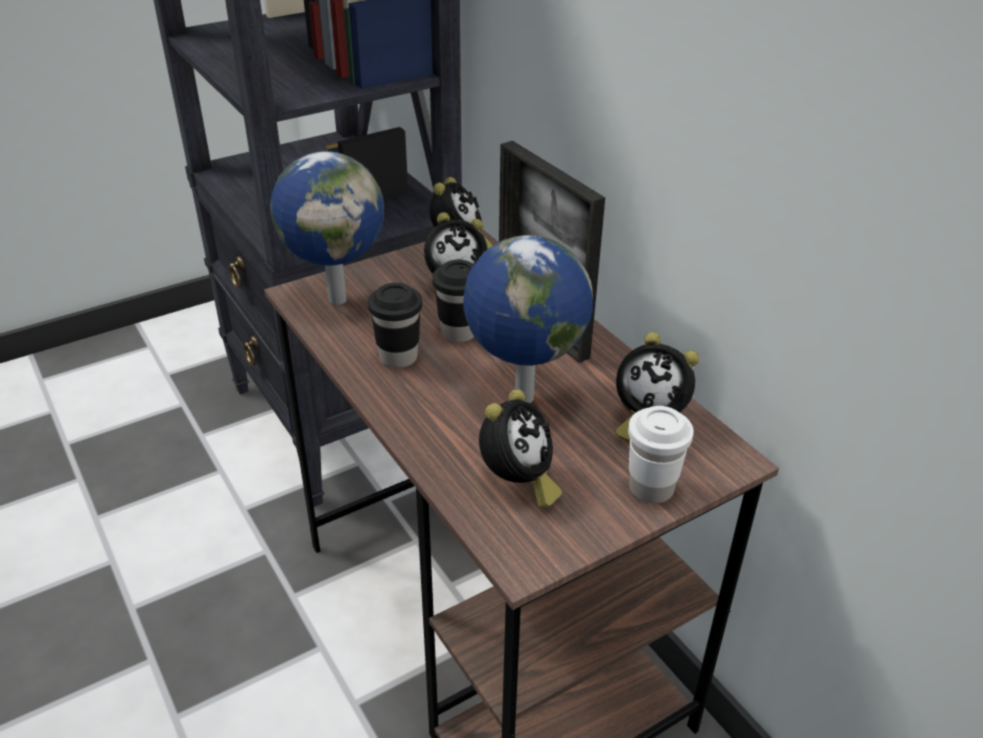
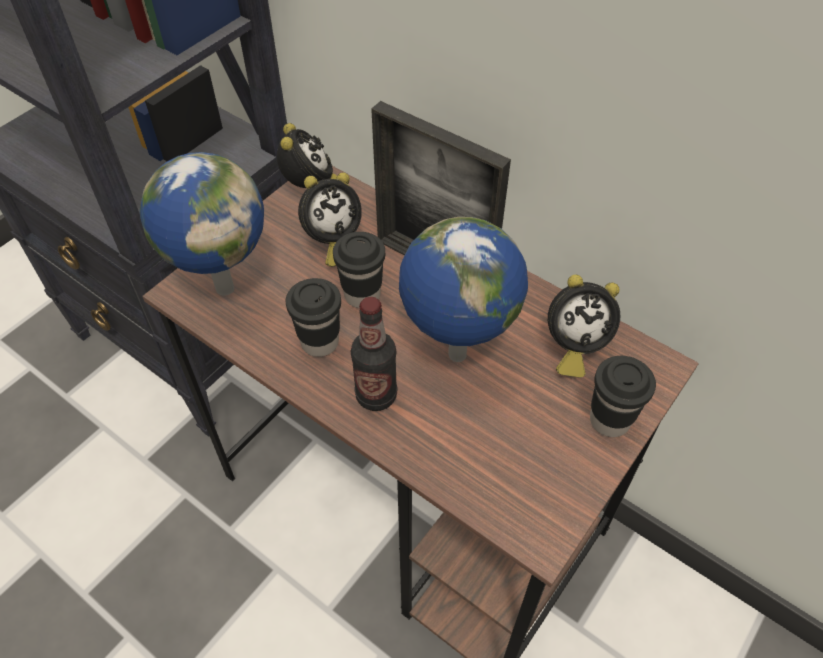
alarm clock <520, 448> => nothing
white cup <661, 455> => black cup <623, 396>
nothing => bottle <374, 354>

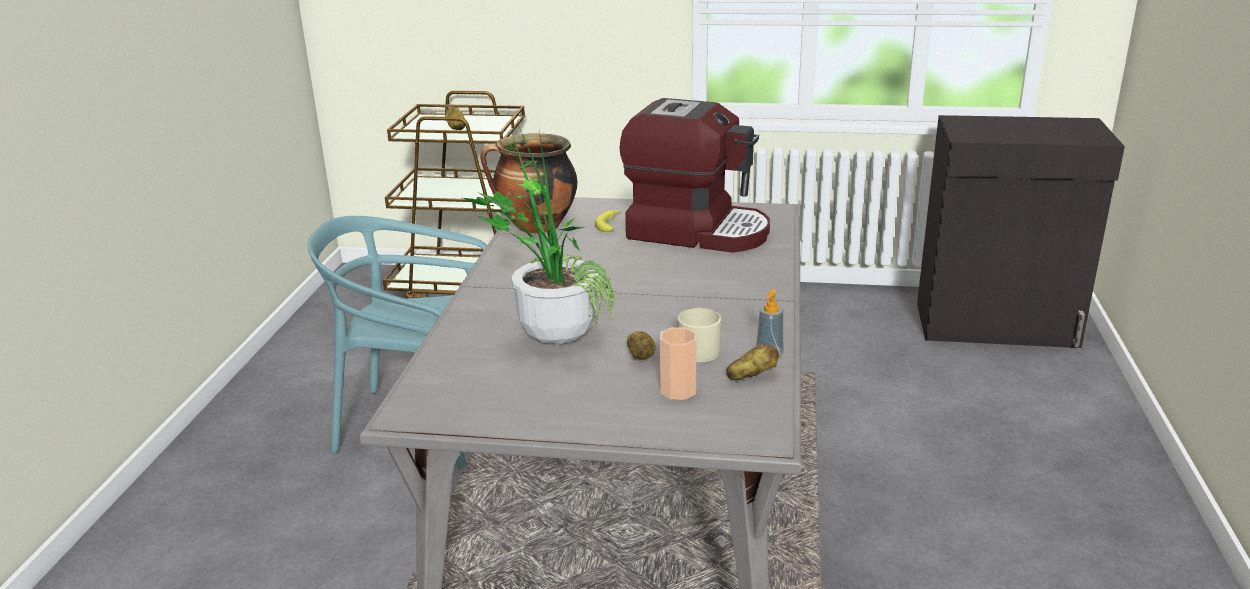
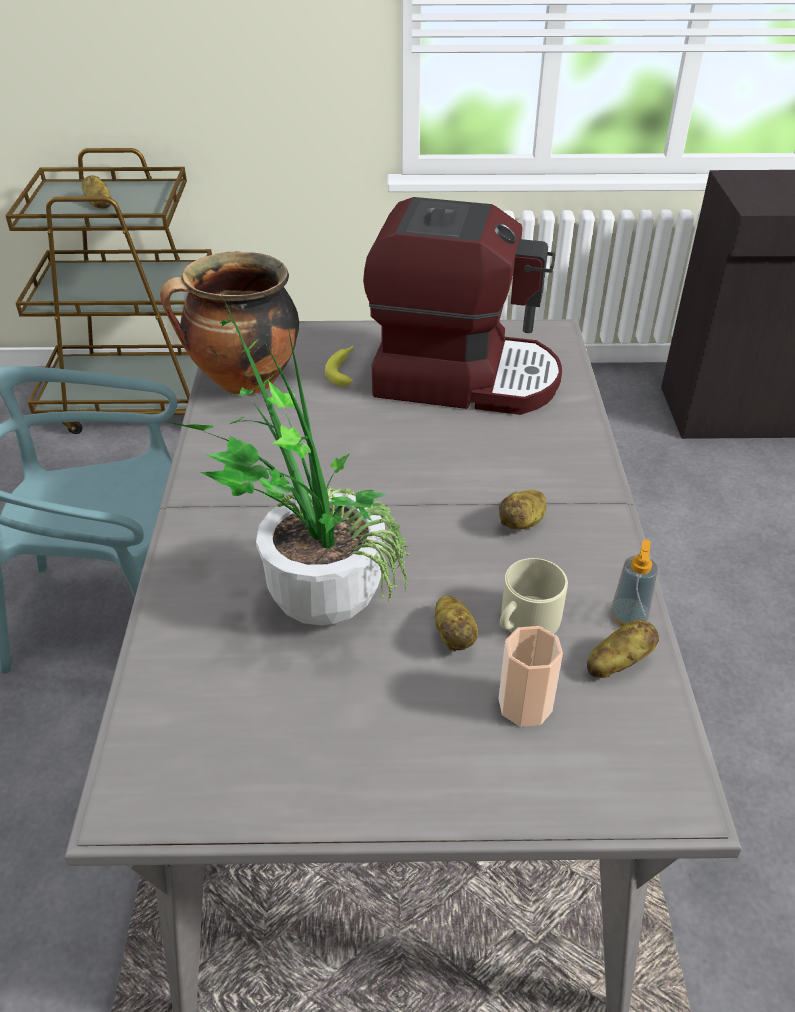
nothing => potato <522, 509>

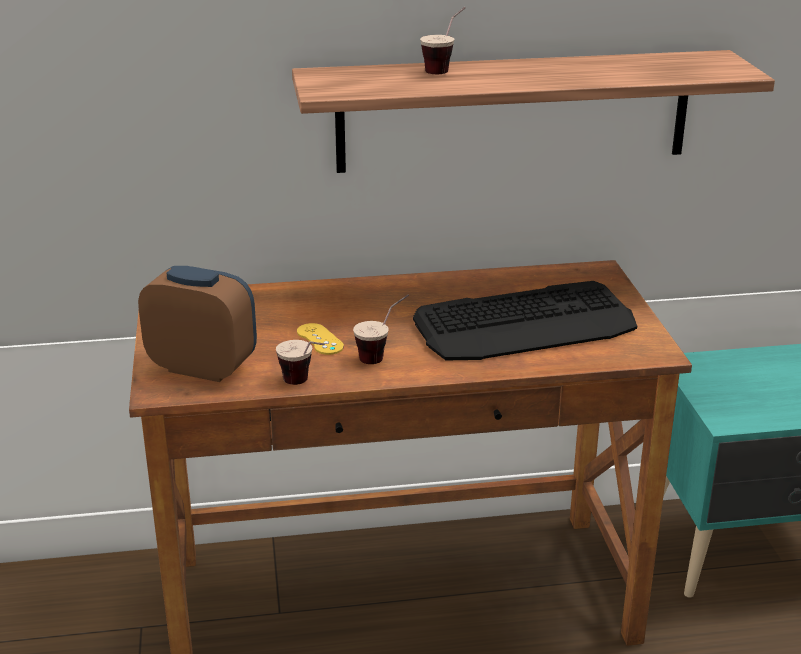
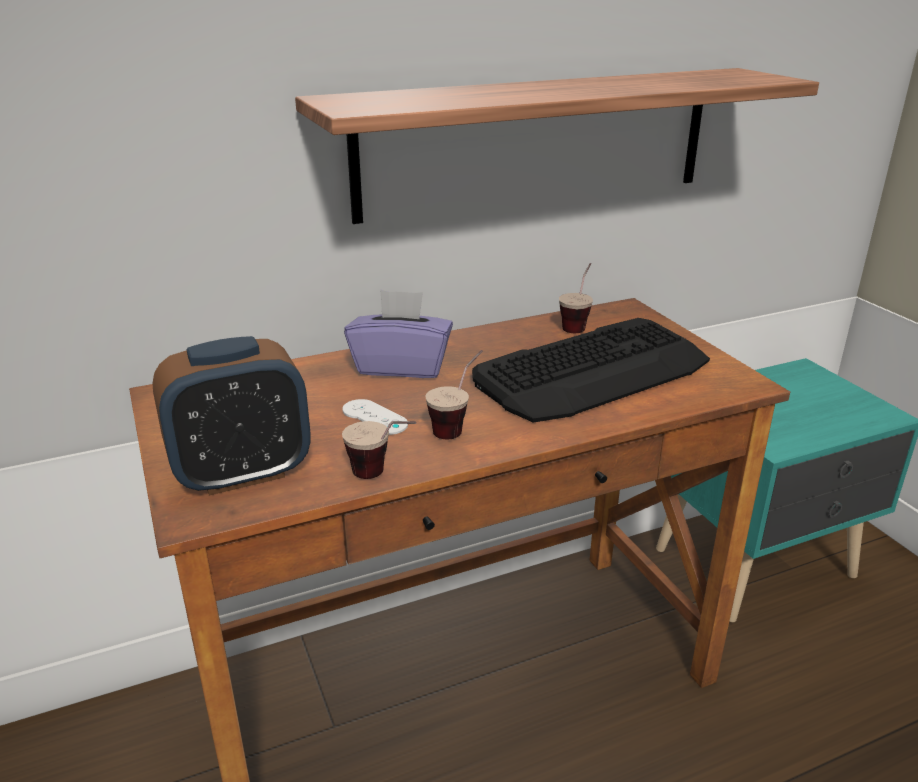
alarm clock <197, 324> => alarm clock <231, 416>, 150 degrees clockwise
yellow game controller <320, 339> => white game controller <375, 417>
cup <443, 40> => cup <576, 298>, move
nothing => purple tissue box <398, 334>

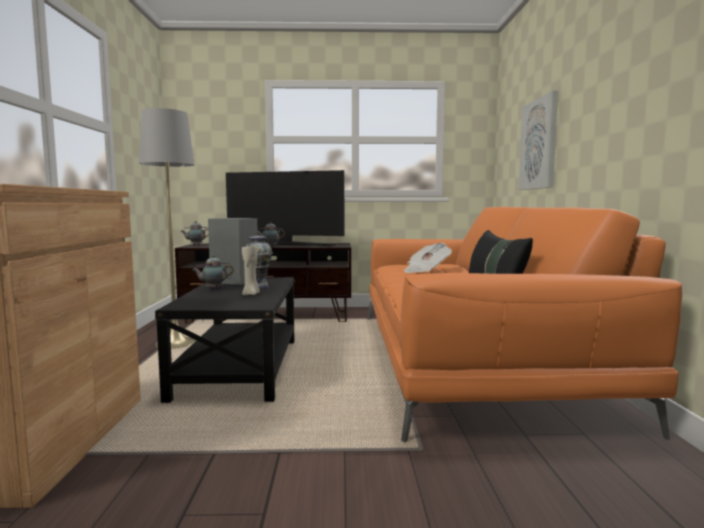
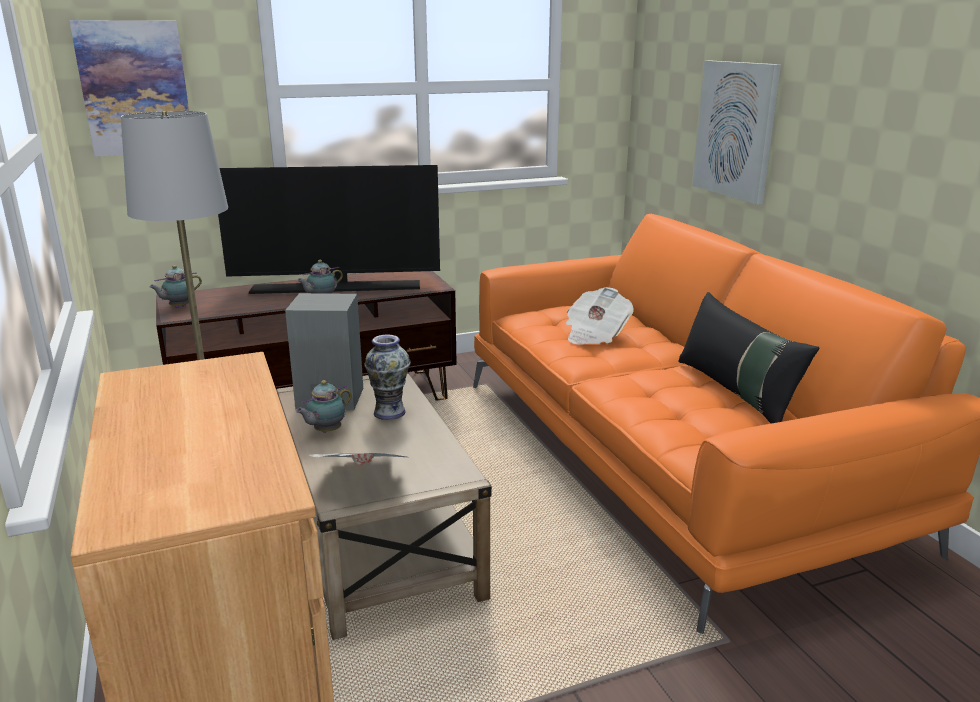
black coffee table <225, 340> => beige coffee table <384, 506>
beige candle <251, 270> => nothing
nothing => picture <129, 88>
nothing => newspaper <357, 459>

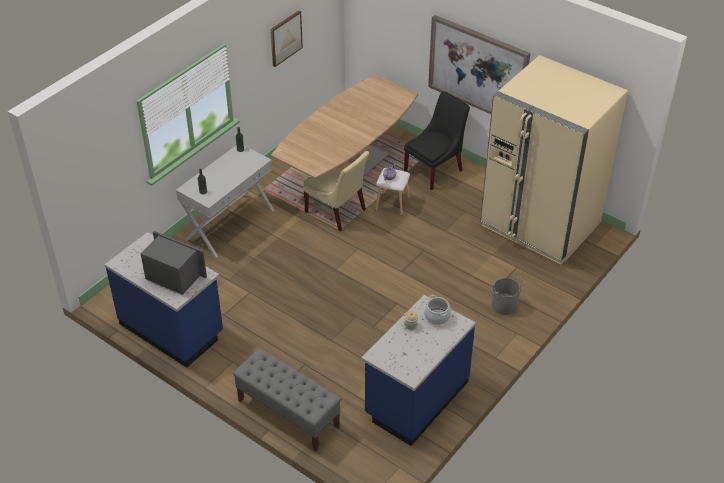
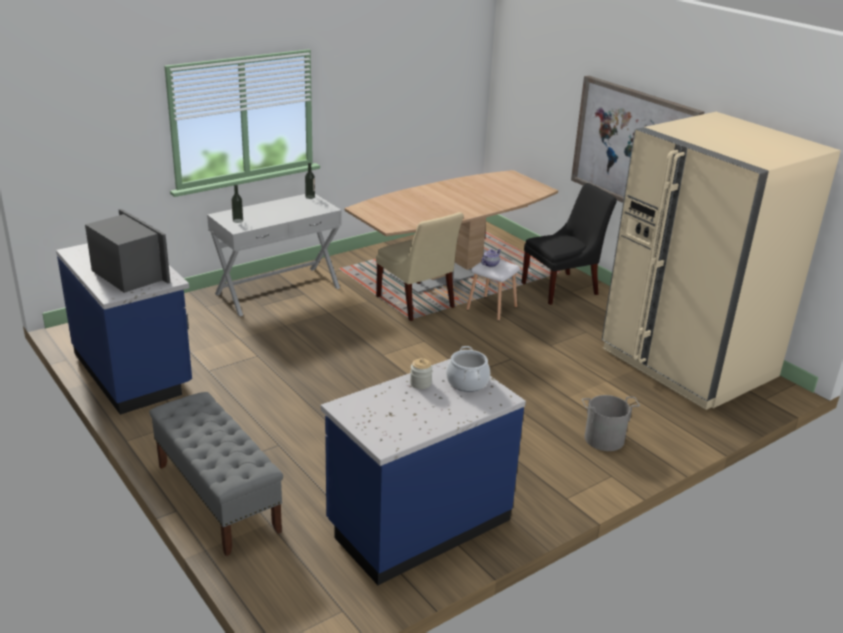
picture <286, 39> => nothing

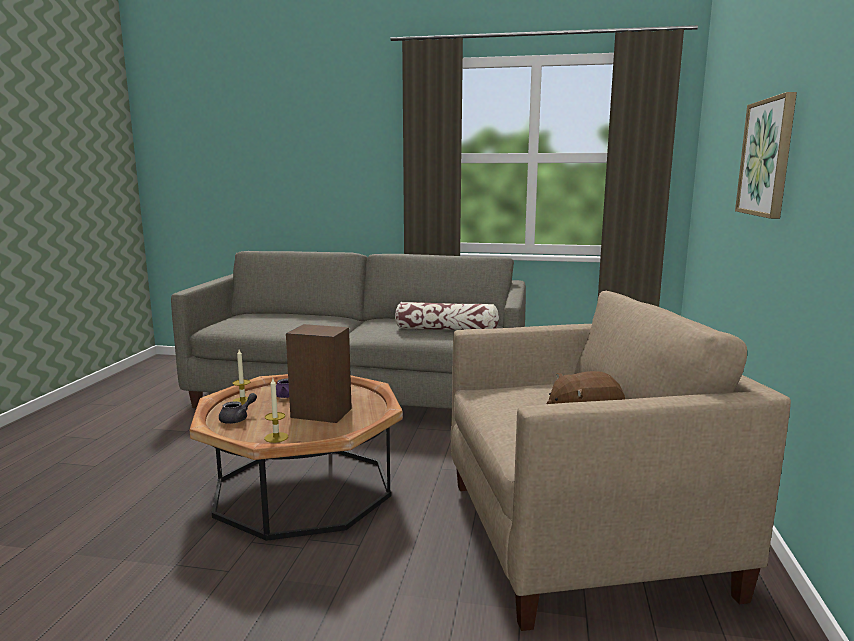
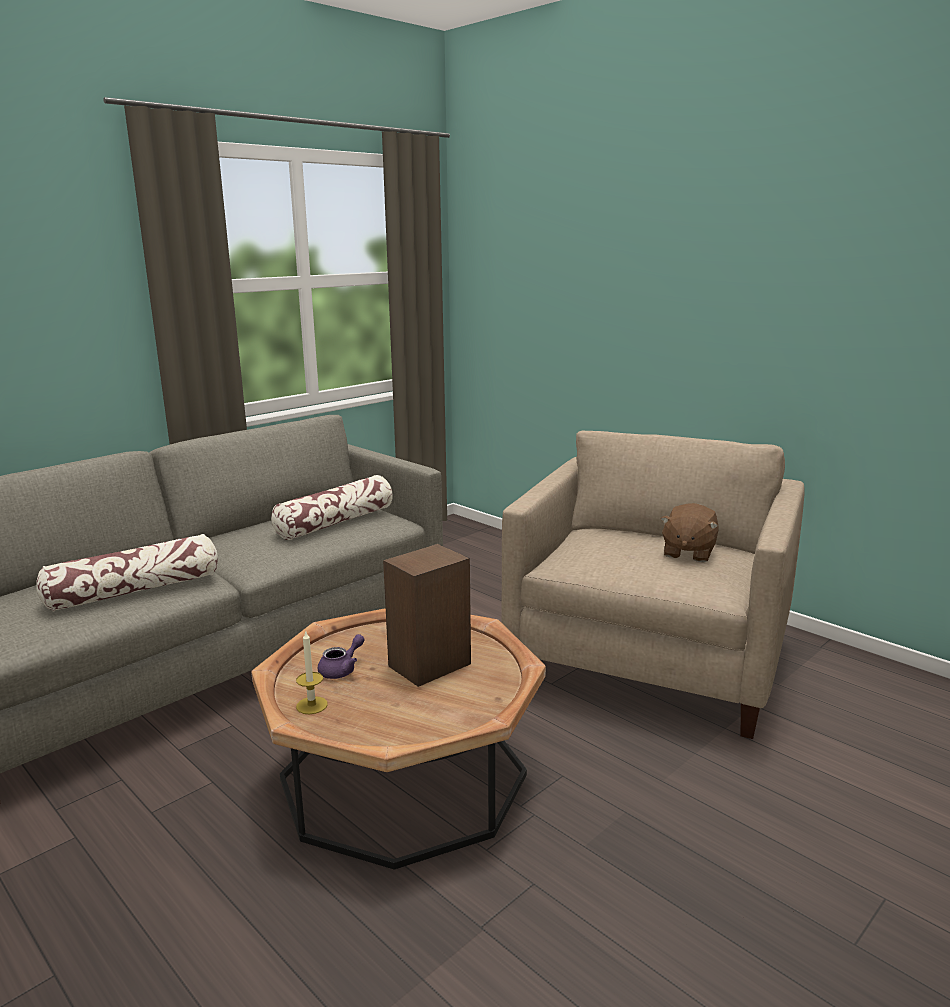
grey teapot <238, 408> => nothing
candle <276, 411> => nothing
picture <766, 155> => nothing
nothing => pillow <127, 573>

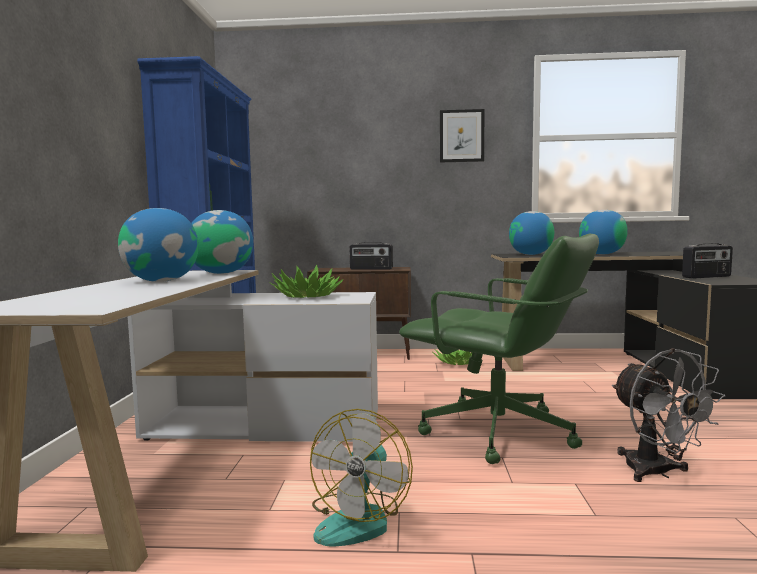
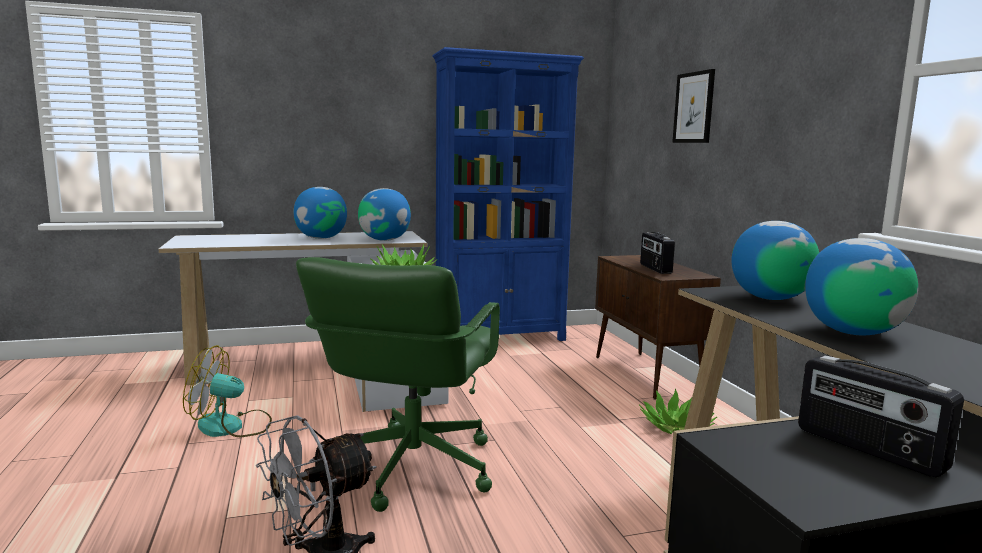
picture <462, 135> => picture <693, 106>, move

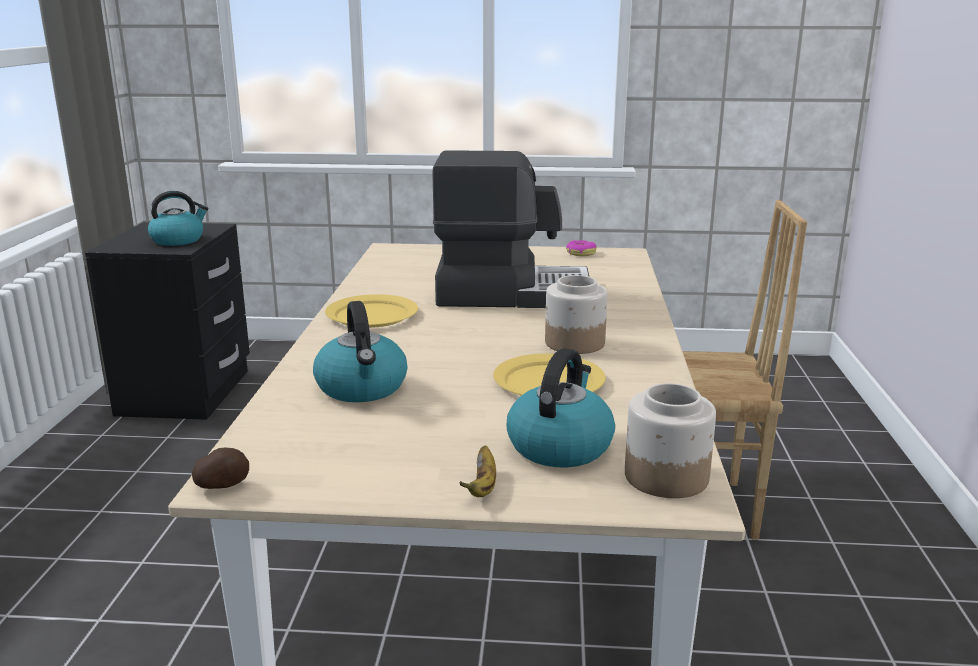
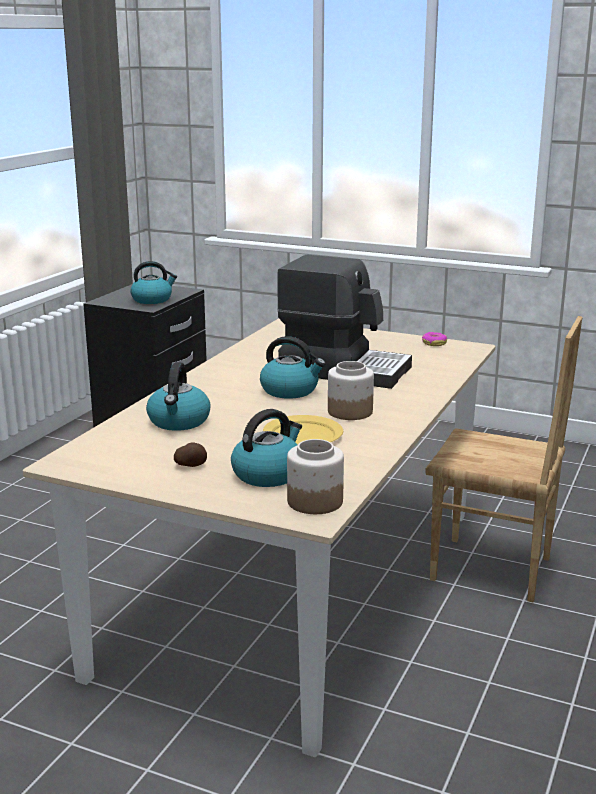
potato <220, 468> => potato <190, 454>, move
yellow plate <371, 311> => nothing
banana <477, 471> => nothing
nothing => kettle <293, 367>

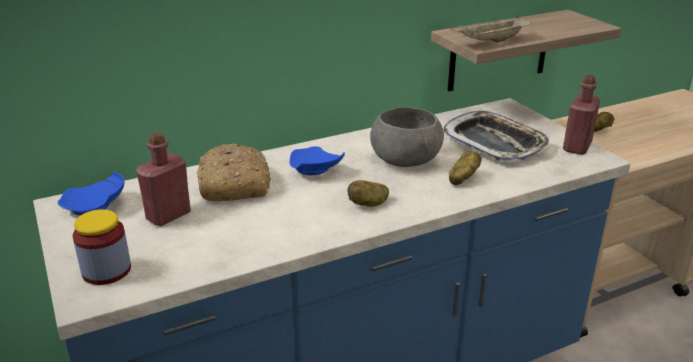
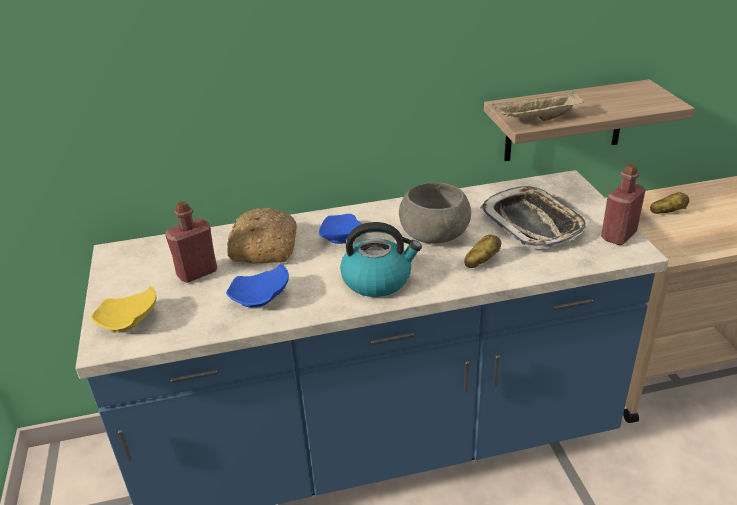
blue plate <91, 193> => blue plate <257, 285>, move
jar <102, 247> => yellow plate <123, 309>
potato <368, 193> => kettle <381, 259>

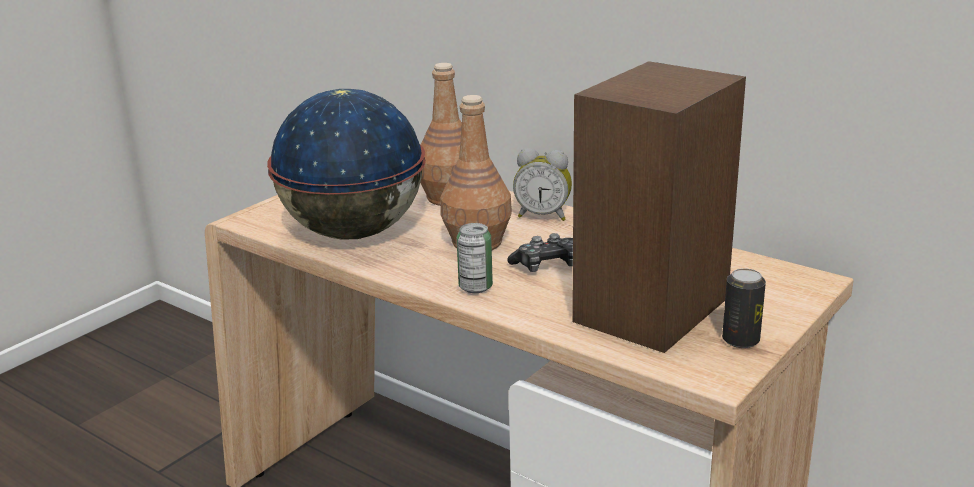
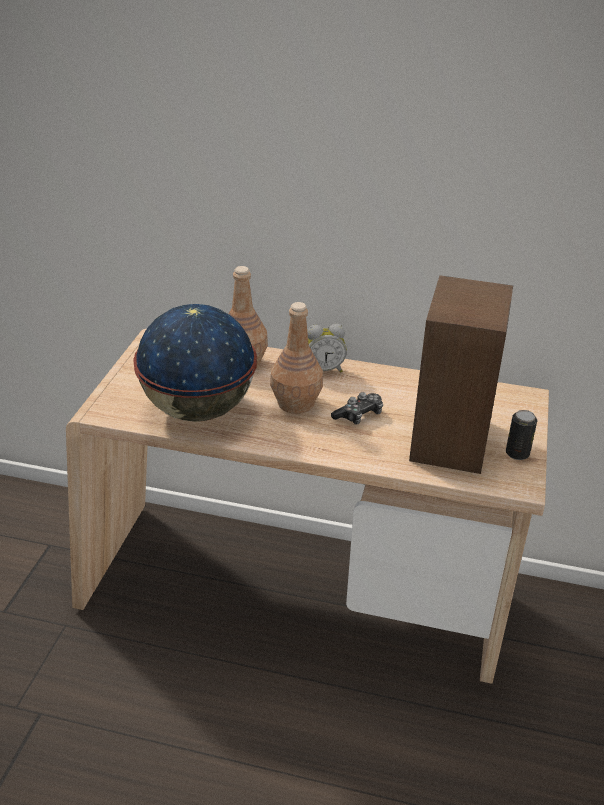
can <475, 258> => nothing

